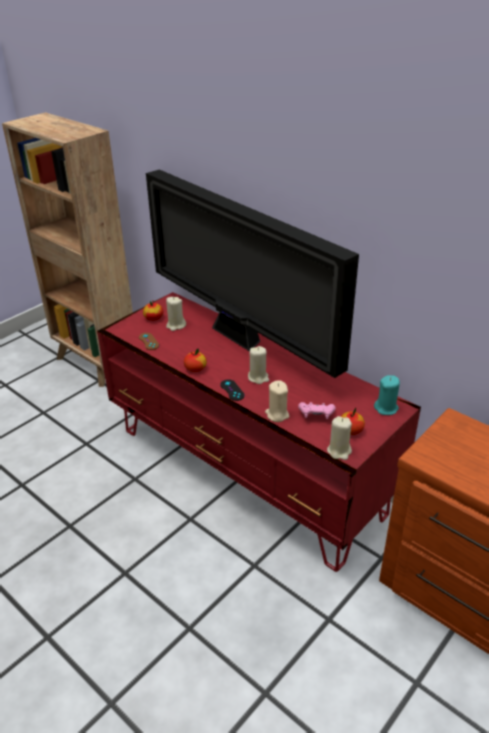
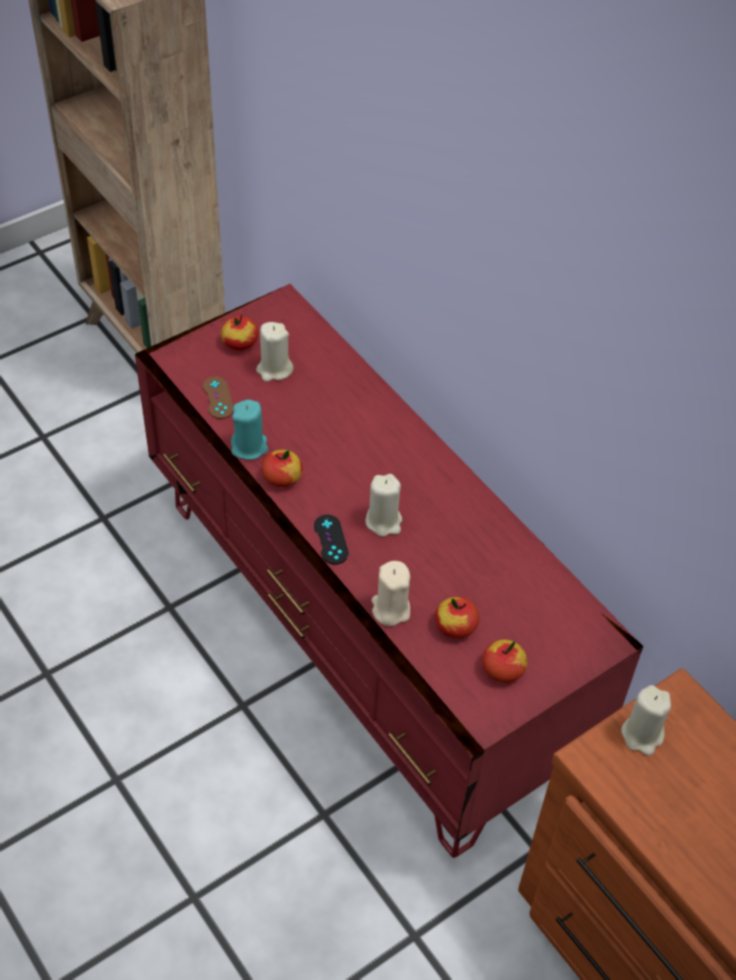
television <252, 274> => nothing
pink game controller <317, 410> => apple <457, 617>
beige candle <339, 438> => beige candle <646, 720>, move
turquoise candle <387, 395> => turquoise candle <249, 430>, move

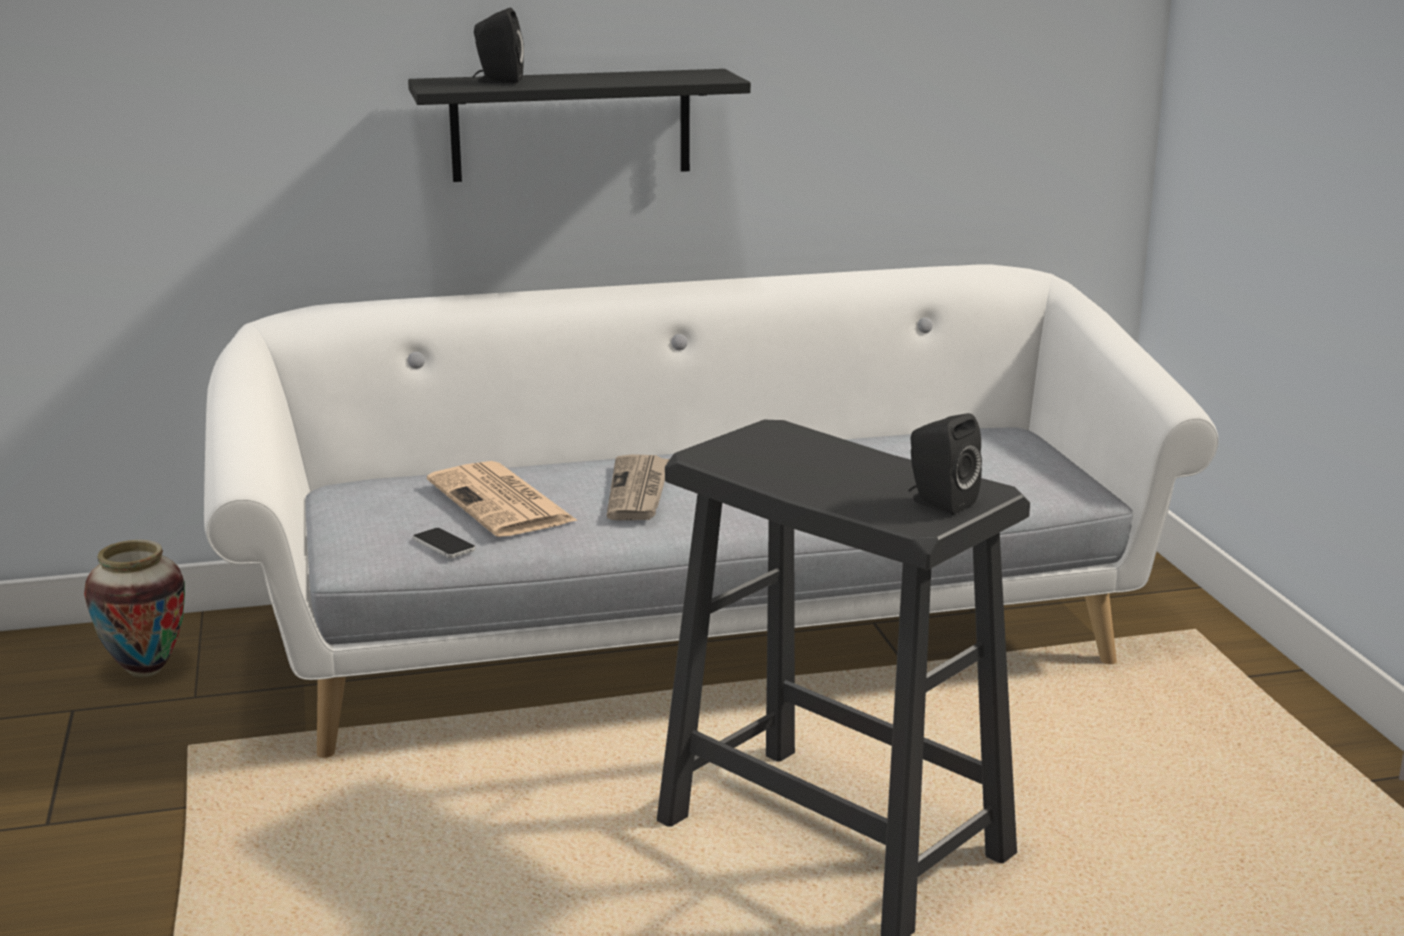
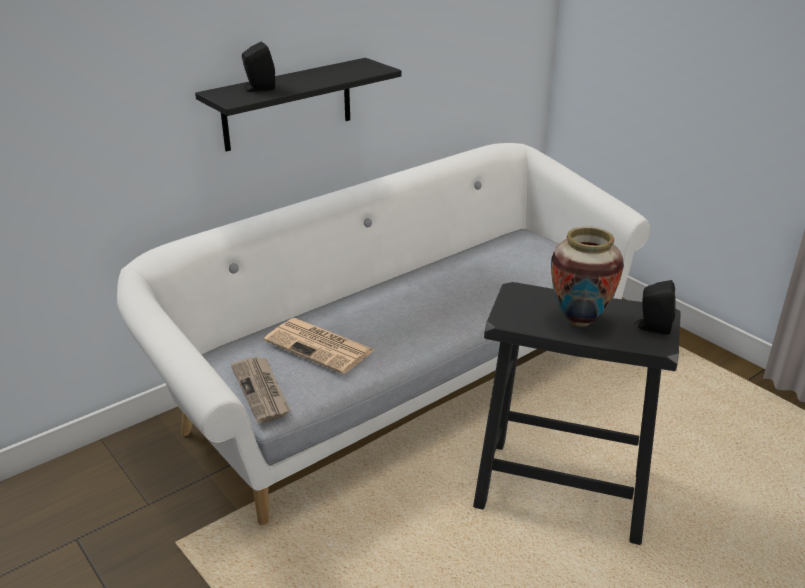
vase <134, 609> => vase <587, 276>, move
phone <444, 543> => nothing
newspaper <638, 487> => newspaper <260, 390>, move

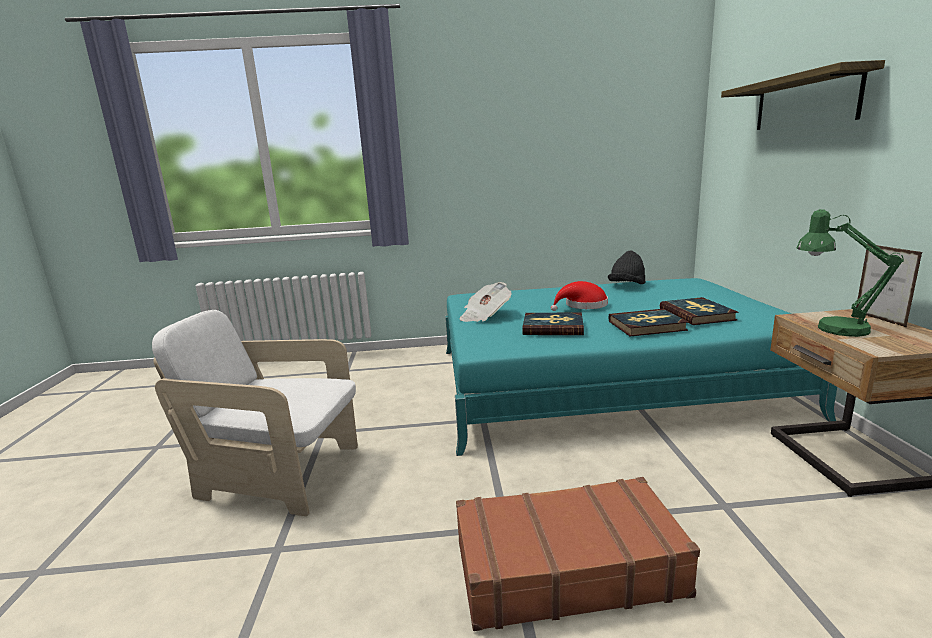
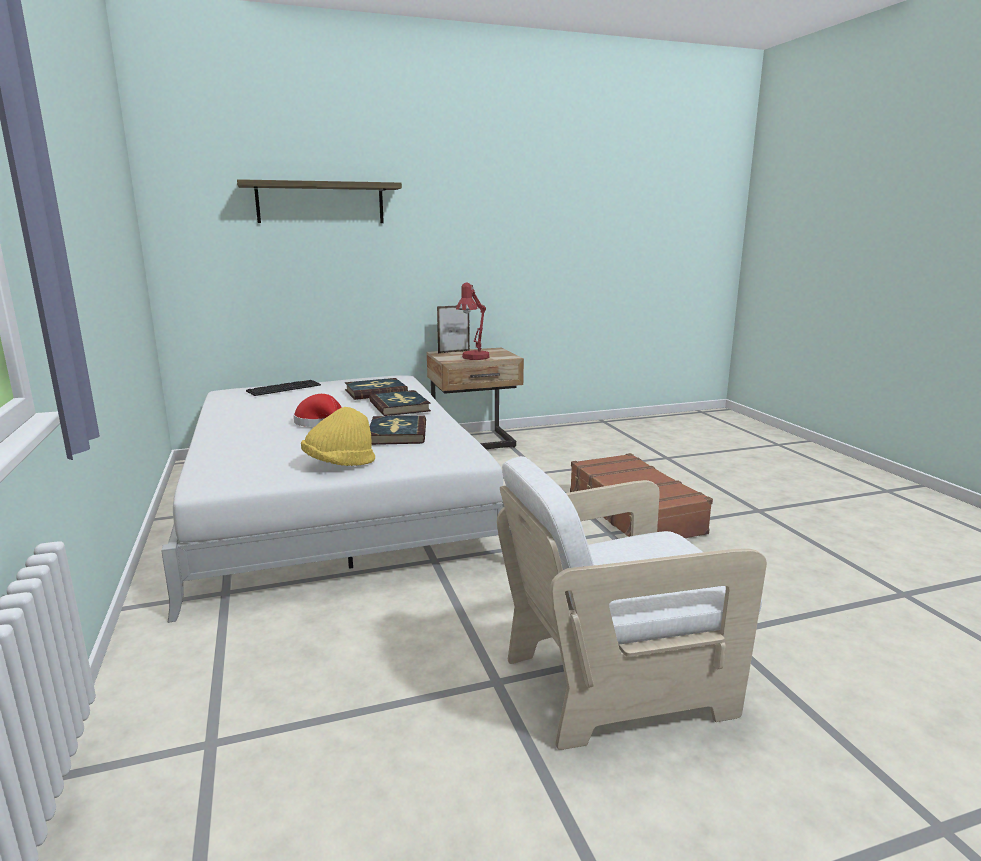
white armchair <255, 413> => white armchair <632, 603>, 75 degrees clockwise
turquoise bed <641, 367> => white bed <336, 499>
newspaper <485, 302> => yellow hat <338, 436>
black hat <626, 267> => nothing
green table lamp <850, 273> => red table lamp <473, 321>
nothing => keyboard <283, 388>

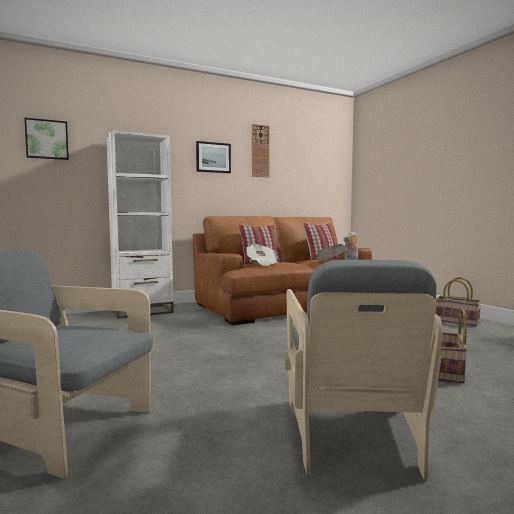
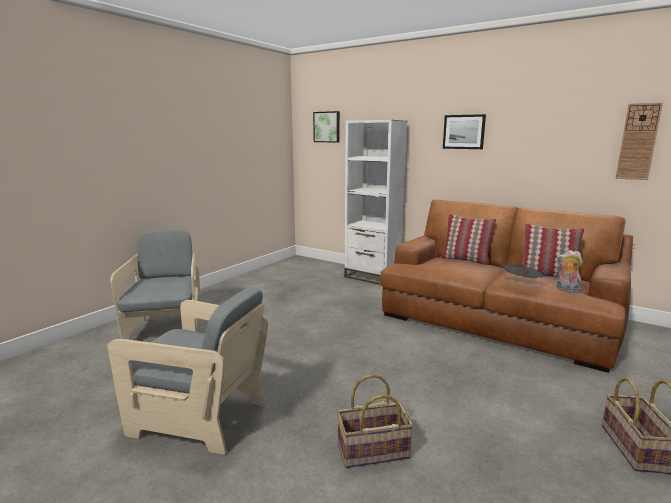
newspaper <262, 255> => nothing
wall clock <261, 150> => wall clock <639, 141>, move
grey armchair <363, 369> => grey armchair <188, 371>, 135 degrees counterclockwise

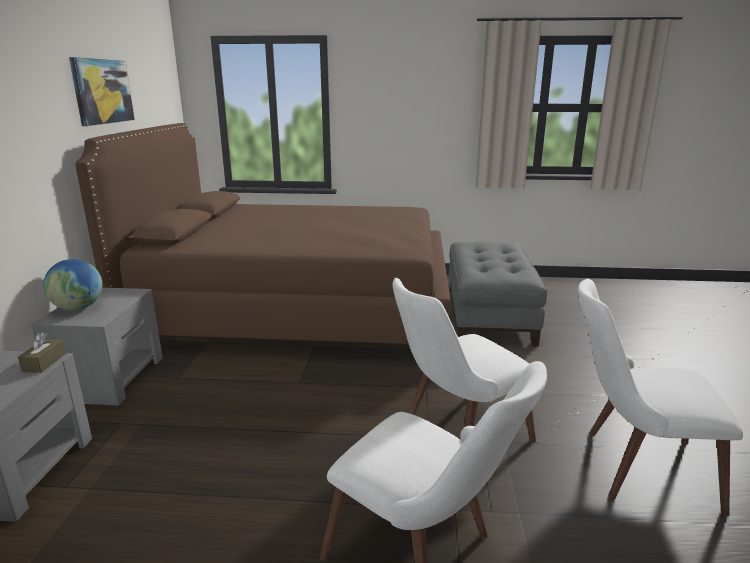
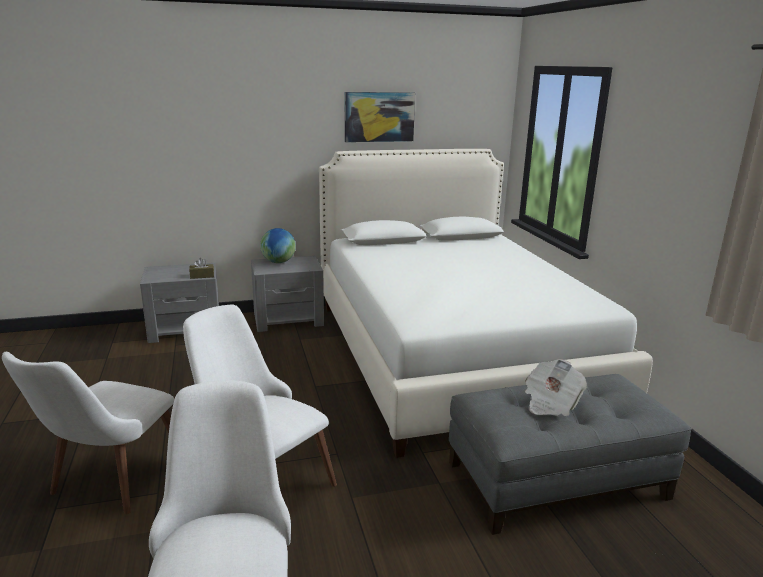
brown bed <263, 233> => white bed <486, 303>
nothing => newspaper <556, 387>

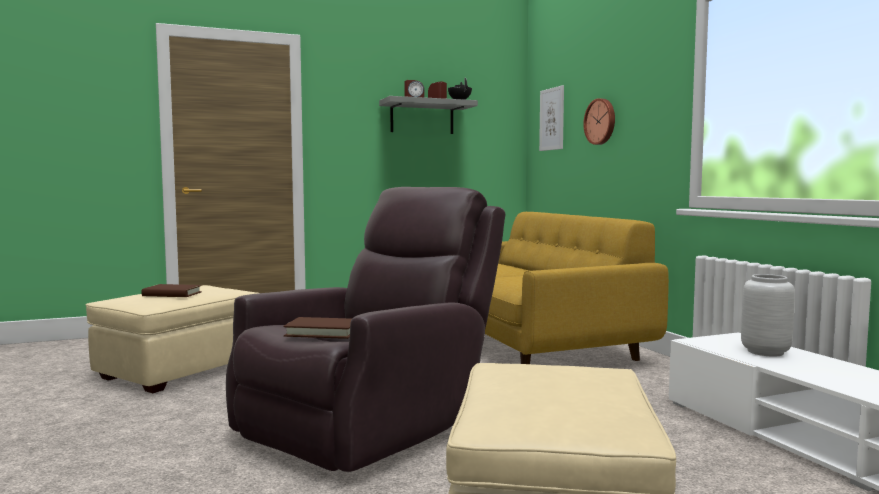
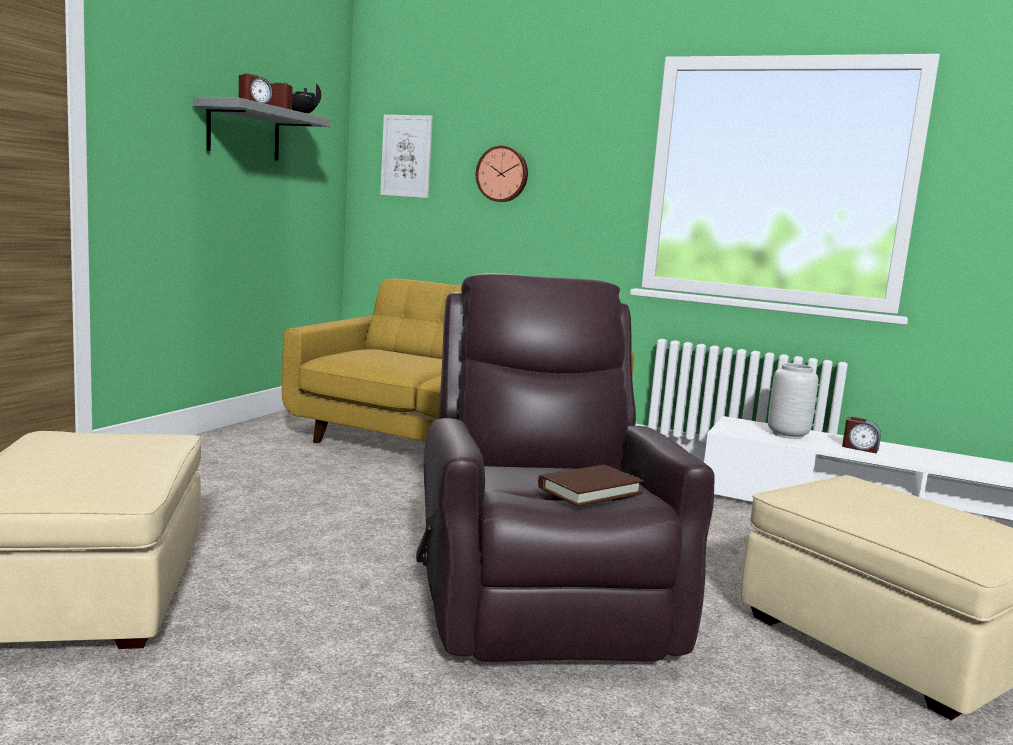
brown book <171, 290> => nothing
nothing => alarm clock <861, 435>

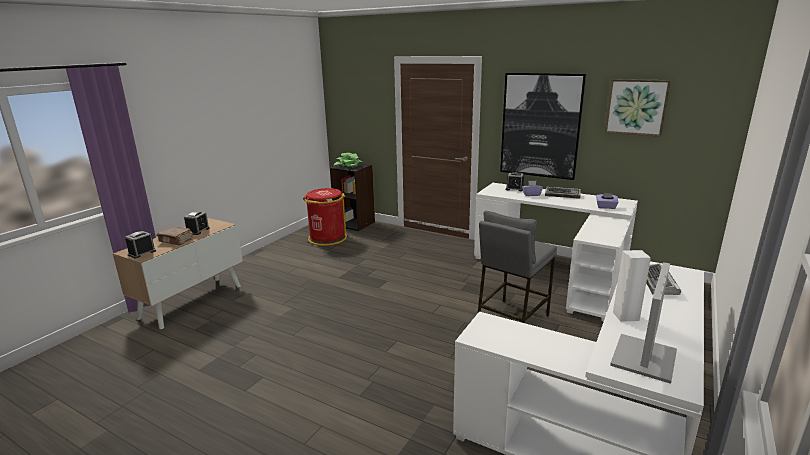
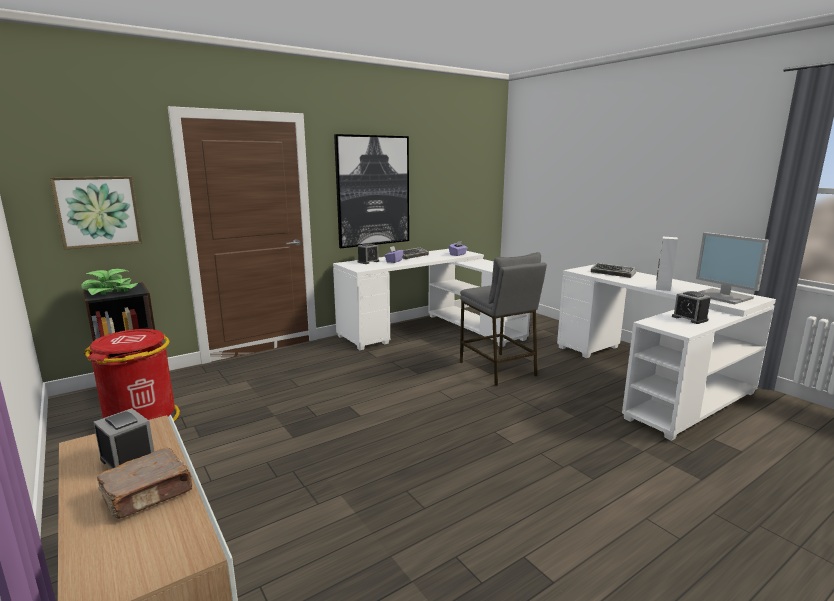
alarm clock <140, 244> => alarm clock <691, 307>, move
picture <637, 108> => picture <96, 213>, move

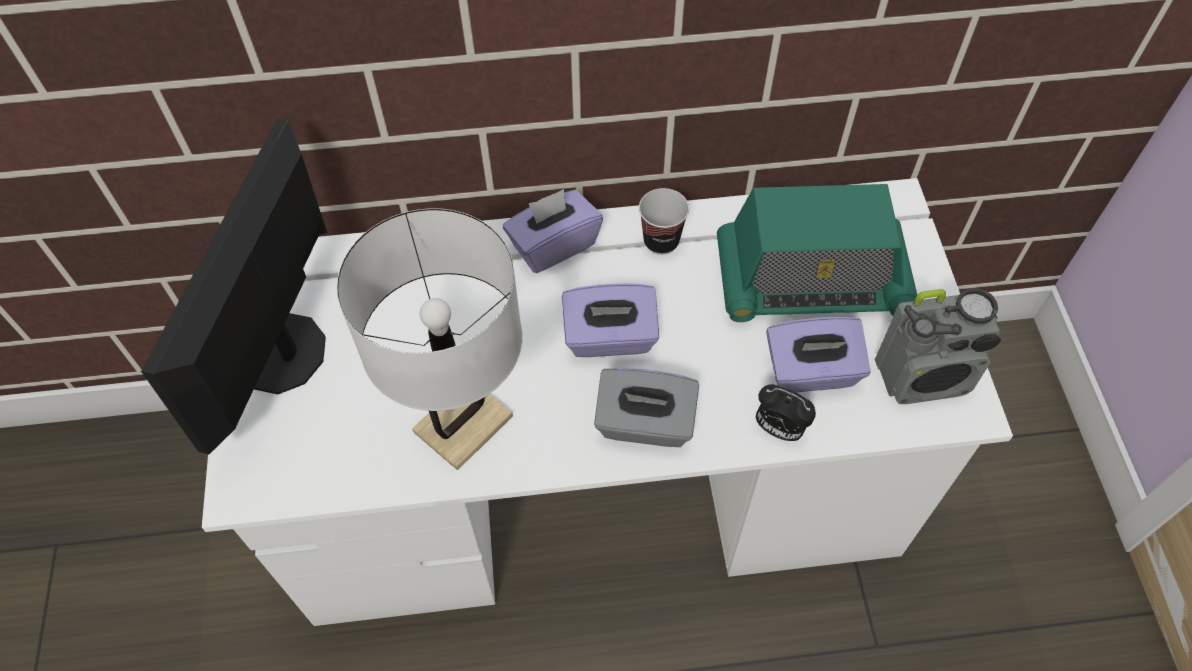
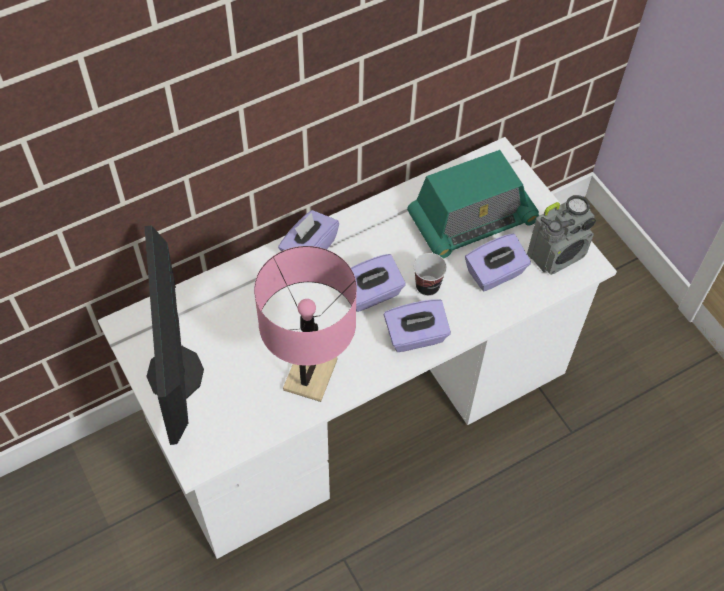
white table lamp <429, 339> => pink table lamp <305, 324>
grey tissue box <646, 407> => purple tissue box <417, 325>
cup <664, 221> => cup <430, 274>, move
alarm clock <786, 412> => nothing

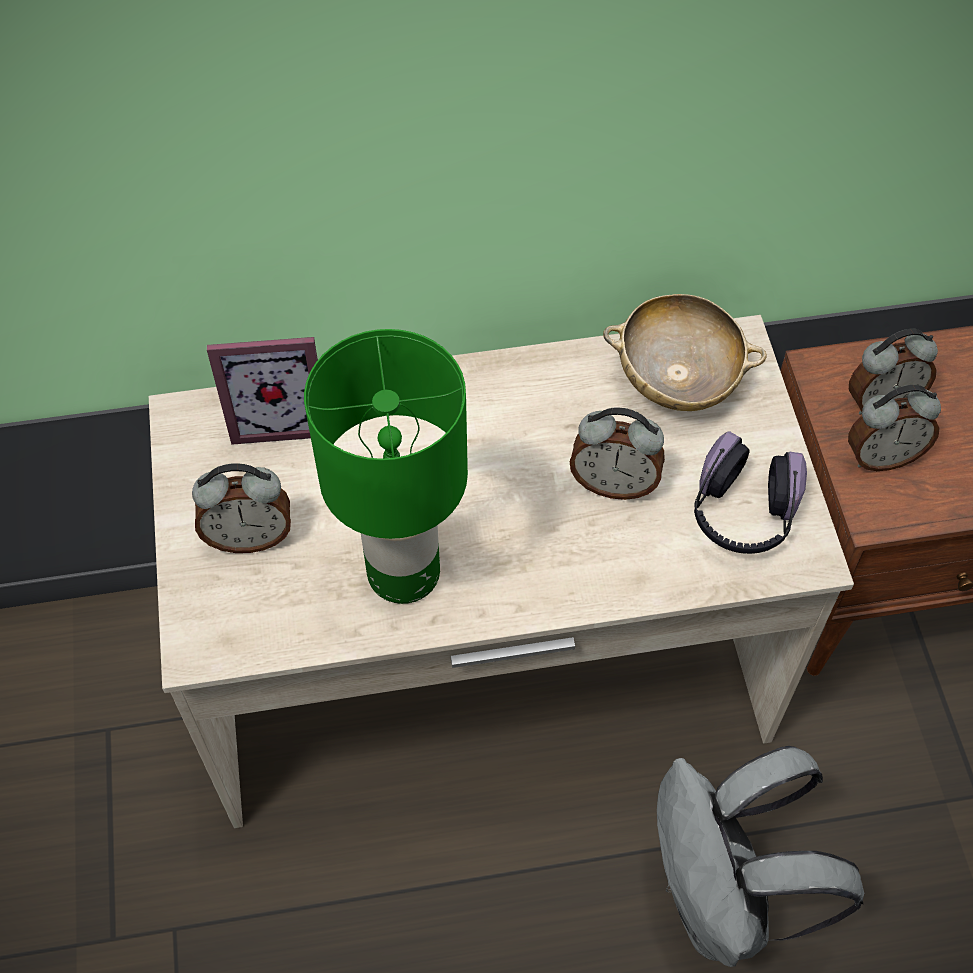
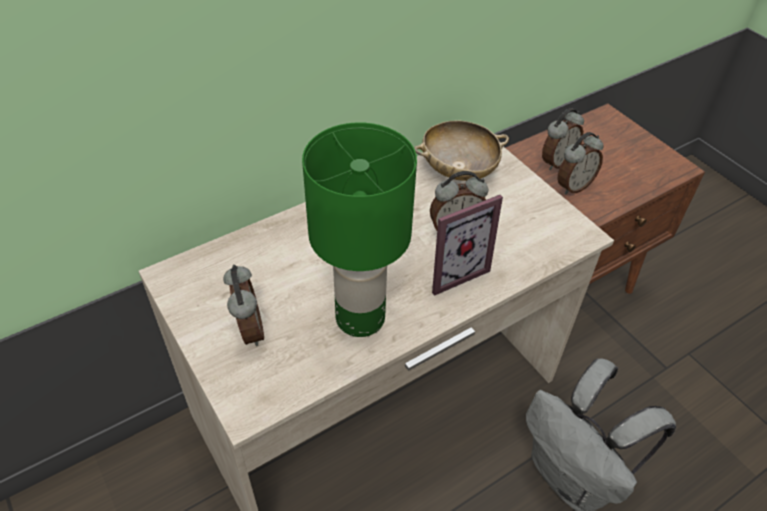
alarm clock <241, 508> => alarm clock <243, 305>, 75 degrees counterclockwise
picture frame <262, 391> => picture frame <467, 245>, move
headphones <750, 492> => nothing

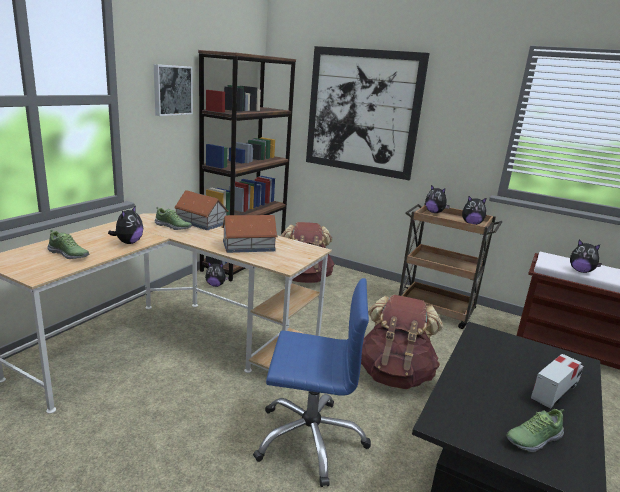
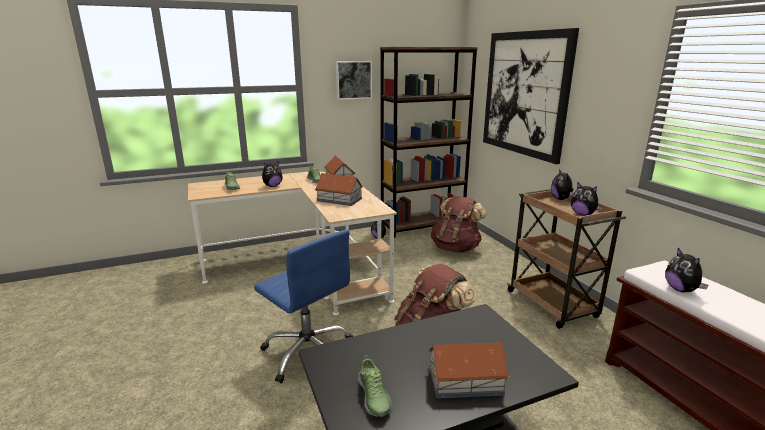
shoe <536, 430> => shoe <375, 386>, 120 degrees counterclockwise
toy truck <557, 381> => toy house <469, 370>

